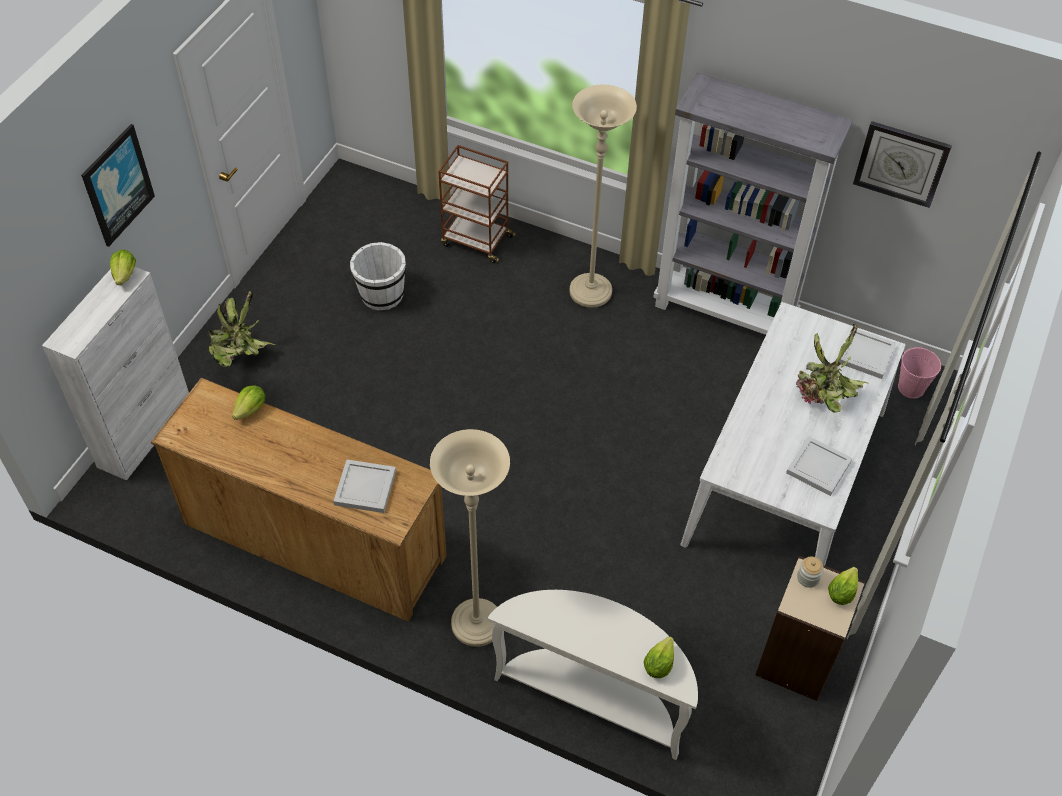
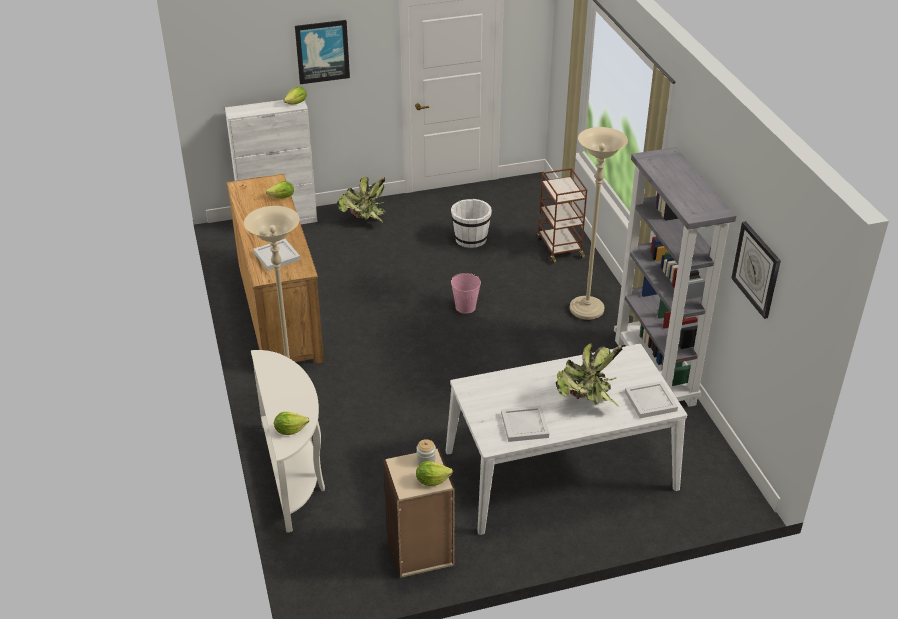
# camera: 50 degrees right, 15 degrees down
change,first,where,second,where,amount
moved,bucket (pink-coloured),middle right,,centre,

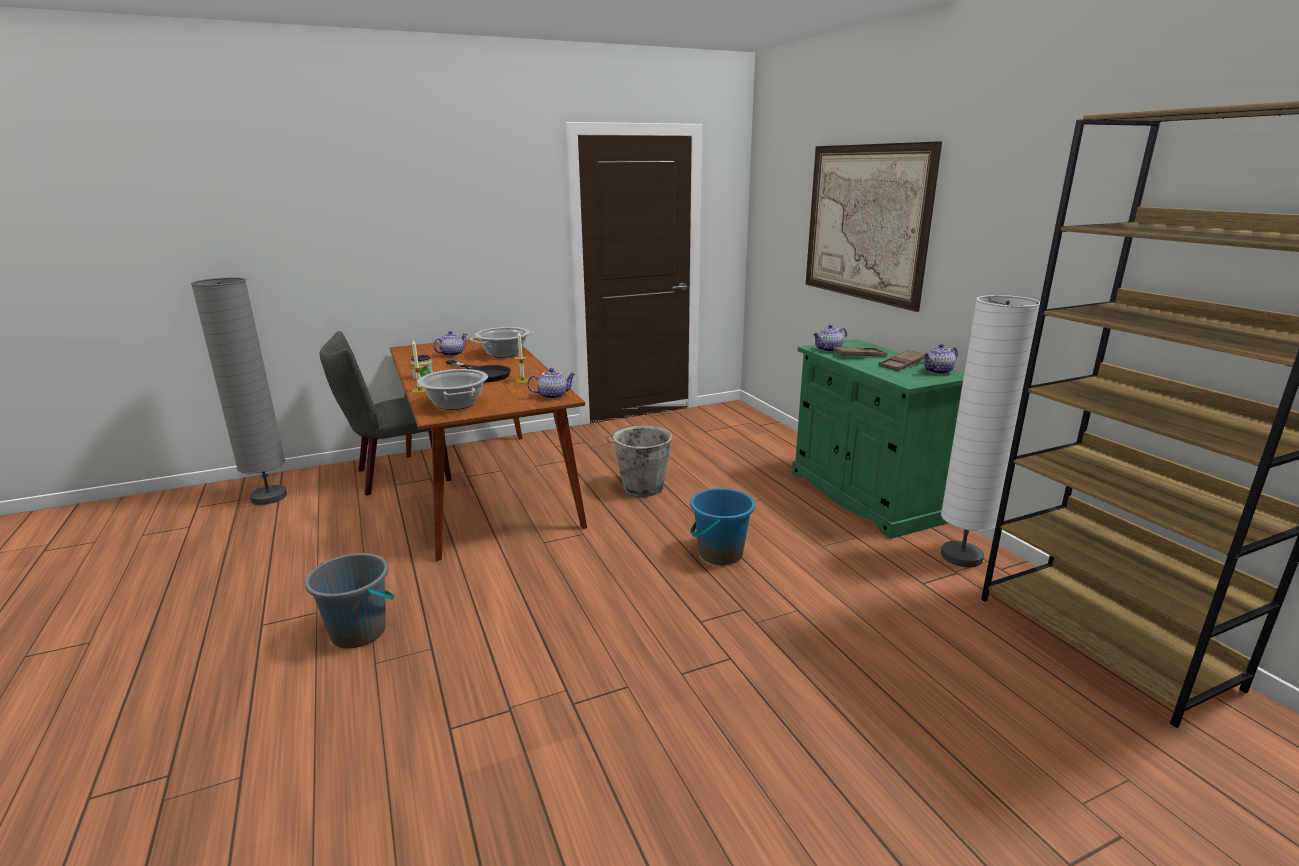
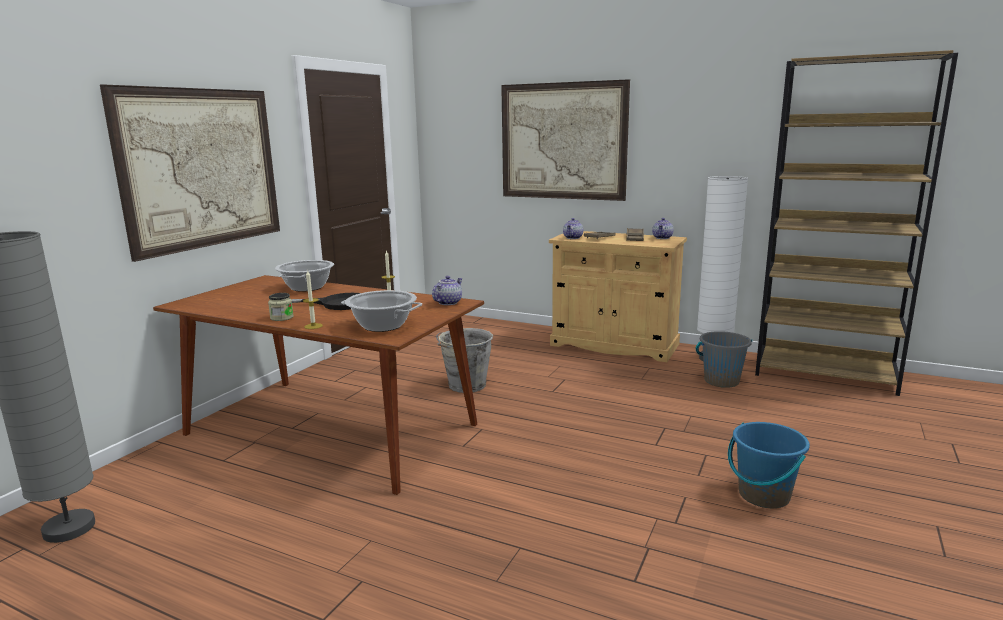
# camera: 40 degrees left, 5 degrees down
change,first,where,second,where,amount
removed,upright chair (gray),middle left,,,
removed,pot for tea (1st from left),centre,,,
recoloured,cabinet (green),middle right,cabinet (beige-coloured),centre,
moved,bucket (bluish),centre,,bottom right,
moved,bucket (gray) (1st from left in the first image),bottom left,bucket (gray) (2nd from left),middle right,
added,,,picture (1st from left),top left,

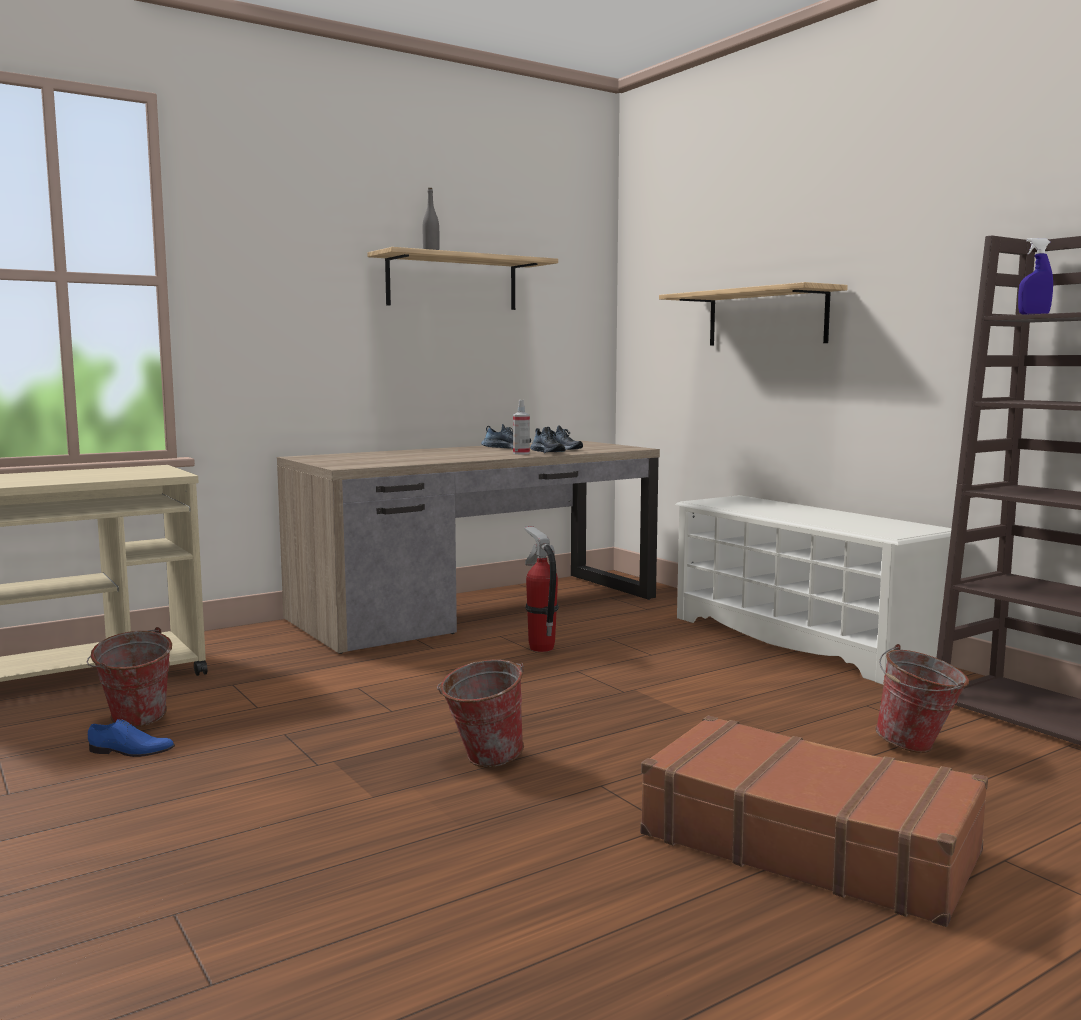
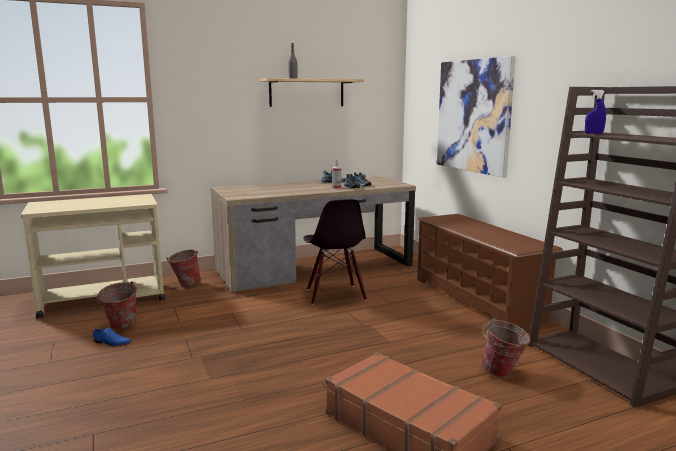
# camera: 10 degrees right, 5 degrees up
change,first,where,second,where,amount
replaced,wall shelf (2nd from left),top right,picture,top right,
recoloured,shoe stand (white-coloured),middle right,shoe stand (brown-coloured),middle right,
replaced,fire-fighting cylinder,centre,upright chair (black),centre,
moved,bucket (2nd from left),bottom centre,,middle left,

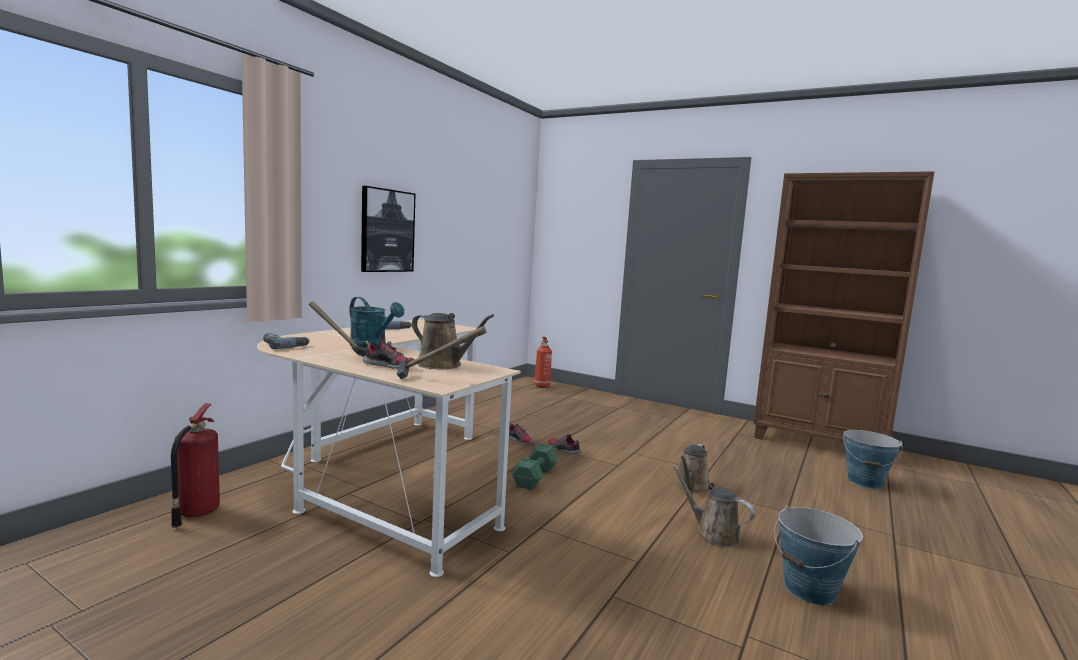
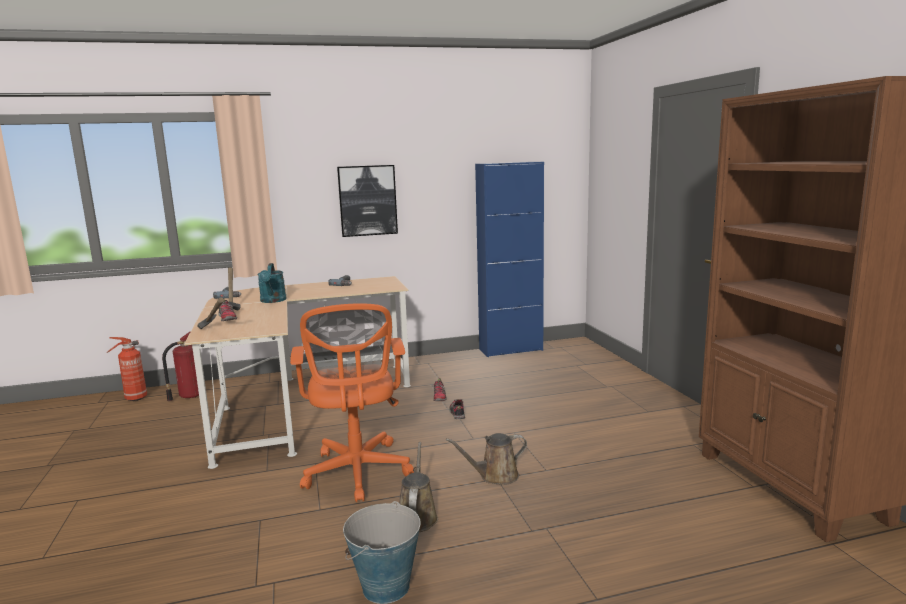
# camera: 45 degrees right, 5 degrees up
change,first,where,second,where,amount
removed,watering can (brown-coloured) (1st from left),centre,,,
moved,fire-fighting cylinder (2nd from left in the first image),centre,fire-fighting cylinder (1st from left),middle left,
removed,bucket (2nd from left),bottom right,,,
removed,dumbbell (green),bottom centre,,,
added,,,cabinet (bluish),centre,
added,,,desk chair (orange),centre,

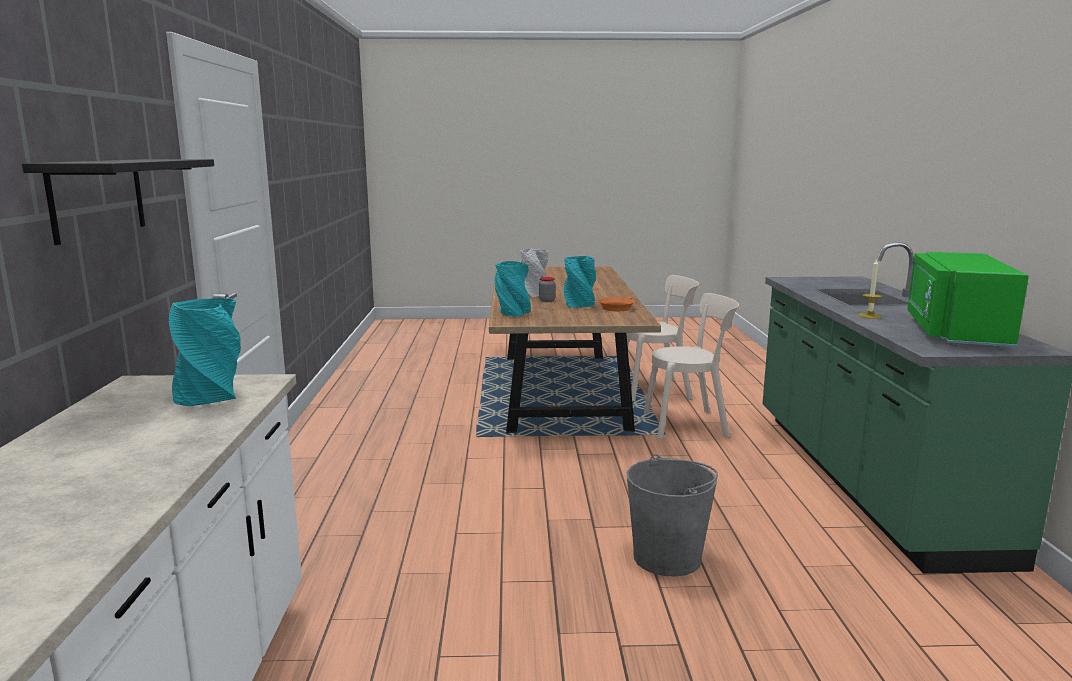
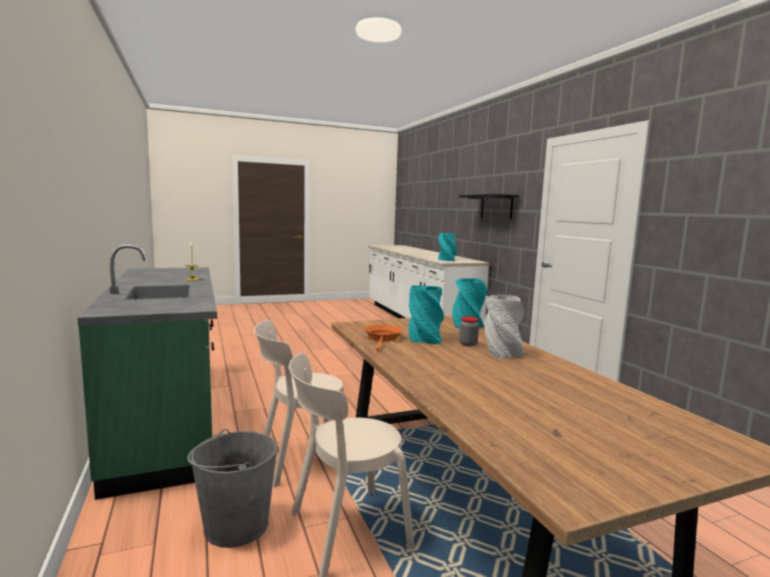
# camera: 160 degrees right, 5 degrees down
change,first,where,second,where,amount
removed,microwave (green),middle right,,,
moved,bucket (gray),bottom centre,,bottom left,

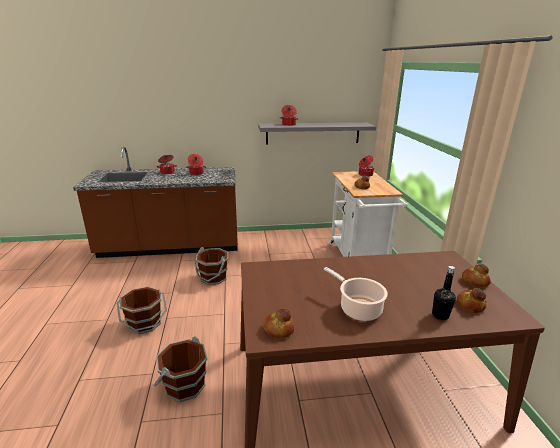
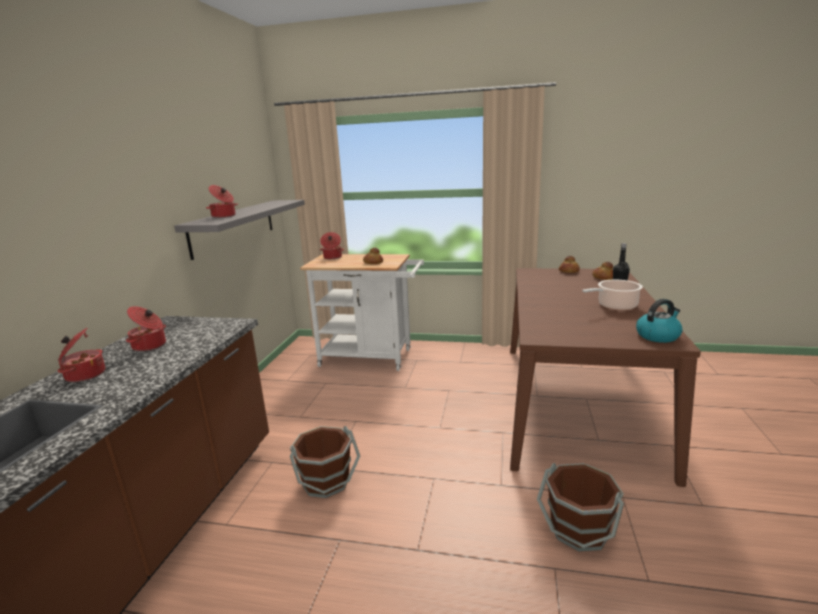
# camera: 70 degrees left, 5 degrees down
change,first,where,second,where,amount
removed,bucket (brown-coloured) (1st from left),bottom left,,,
replaced,bread (1st from left),bottom centre,tea kettle,middle right,

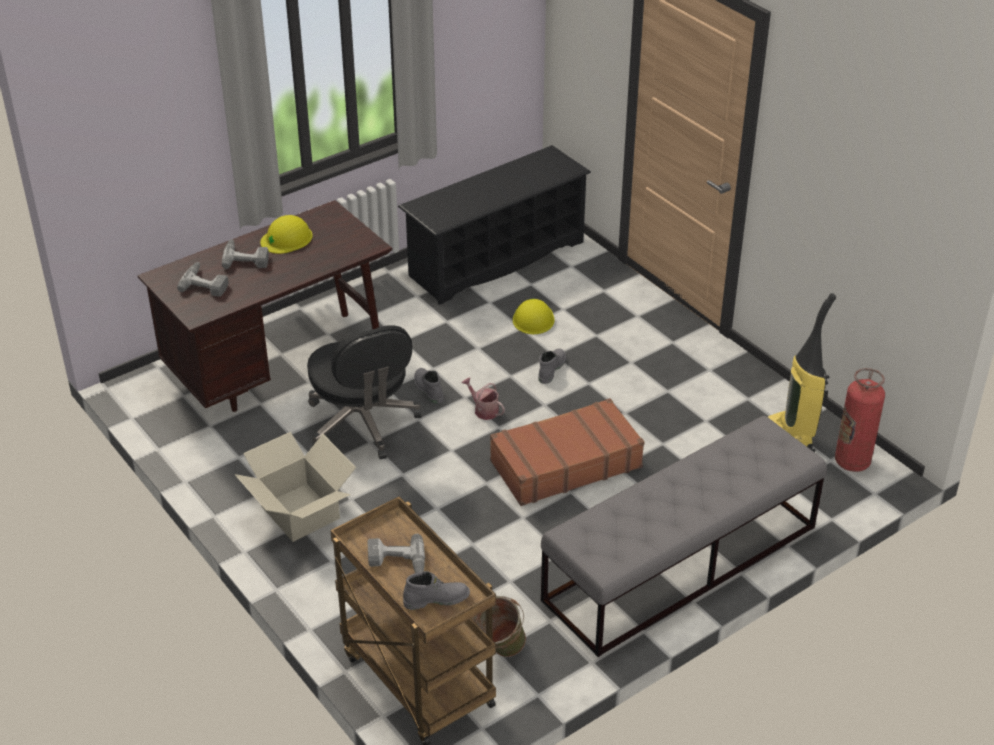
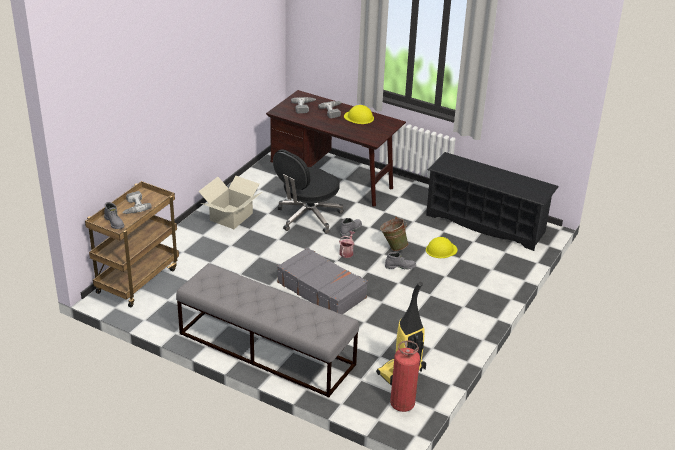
# camera: 65 degrees right, 5 degrees down
change,first,where,second,where,amount
recoloured,suitcase (brown-coloured),centre,suitcase (gray),centre,
moved,bucket (green),bottom centre,,centre,

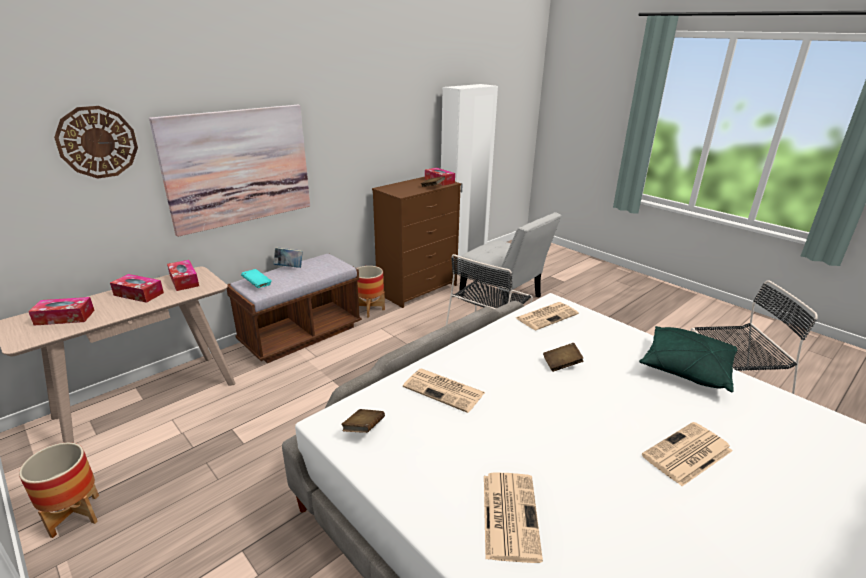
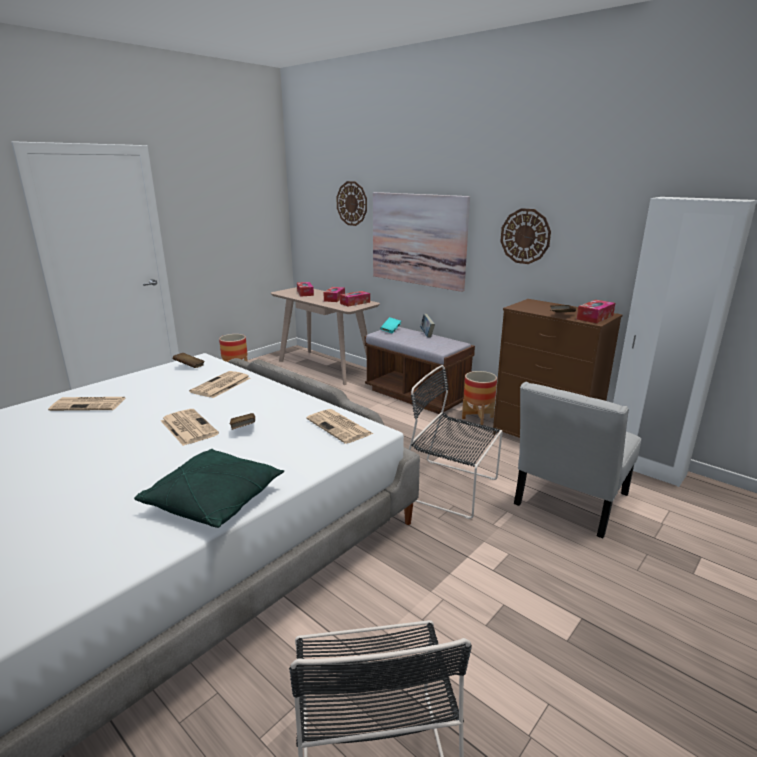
# camera: 85 degrees right, 5 degrees down
change,first,where,second,where,amount
moved,newspaper (4th from left in the first image),bottom right,newspaper (2nd from left),middle left,
added,,,clock on the wall (2nd from left),top right,

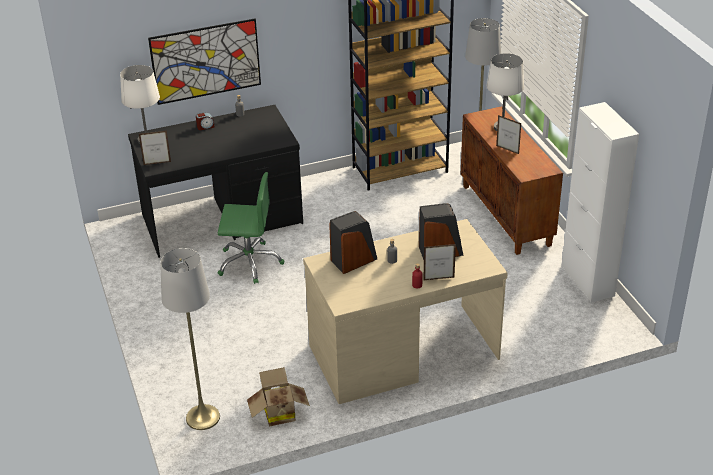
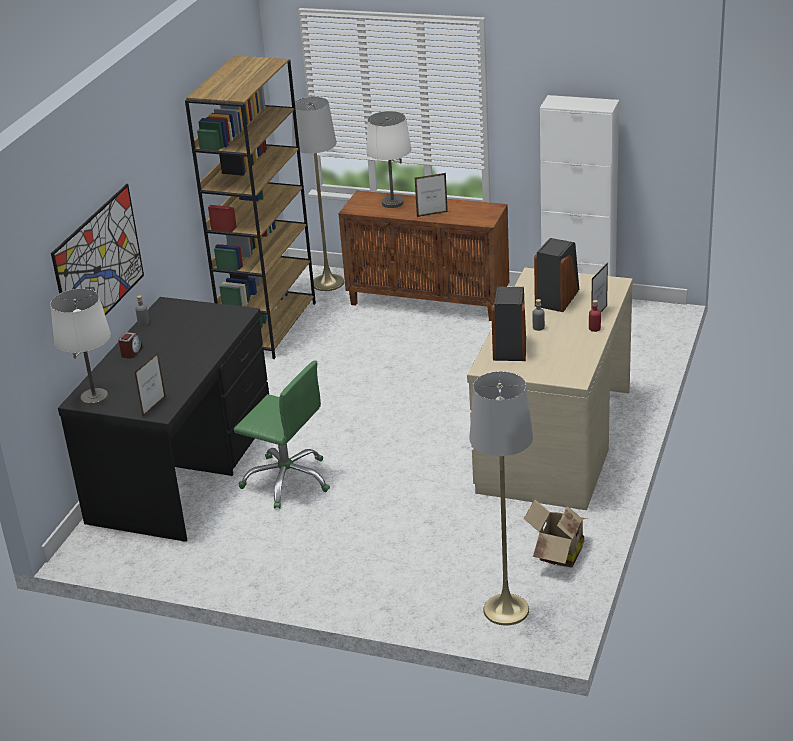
# camera: 50 degrees left, 5 degrees down
change,first,where,second,where,amount
turned,desk chair (green),centre,,centre,75 degrees clockwise

